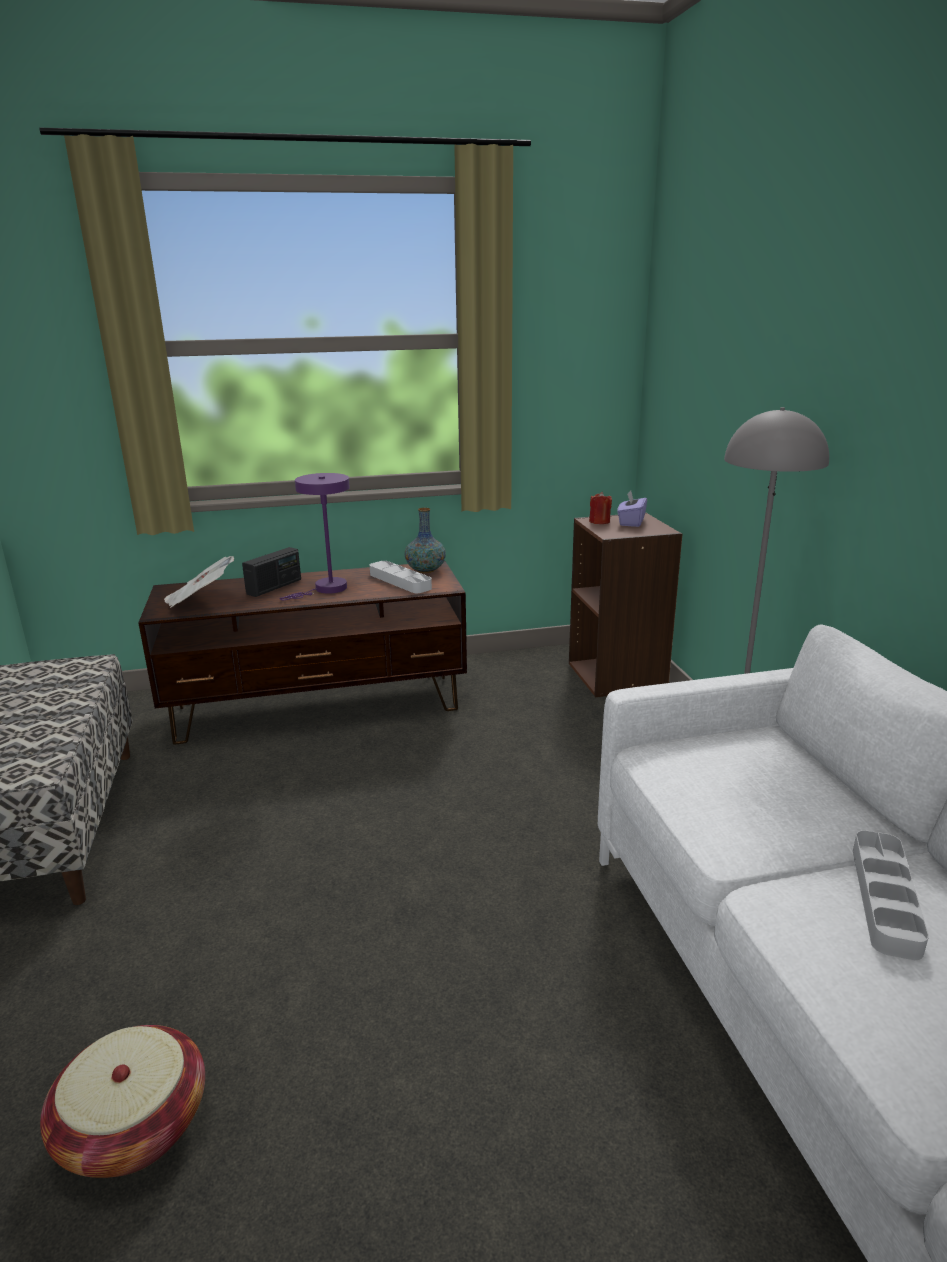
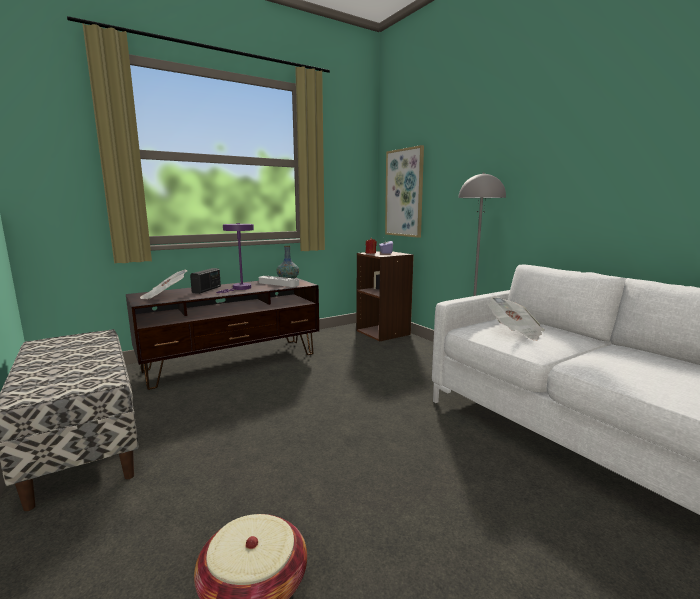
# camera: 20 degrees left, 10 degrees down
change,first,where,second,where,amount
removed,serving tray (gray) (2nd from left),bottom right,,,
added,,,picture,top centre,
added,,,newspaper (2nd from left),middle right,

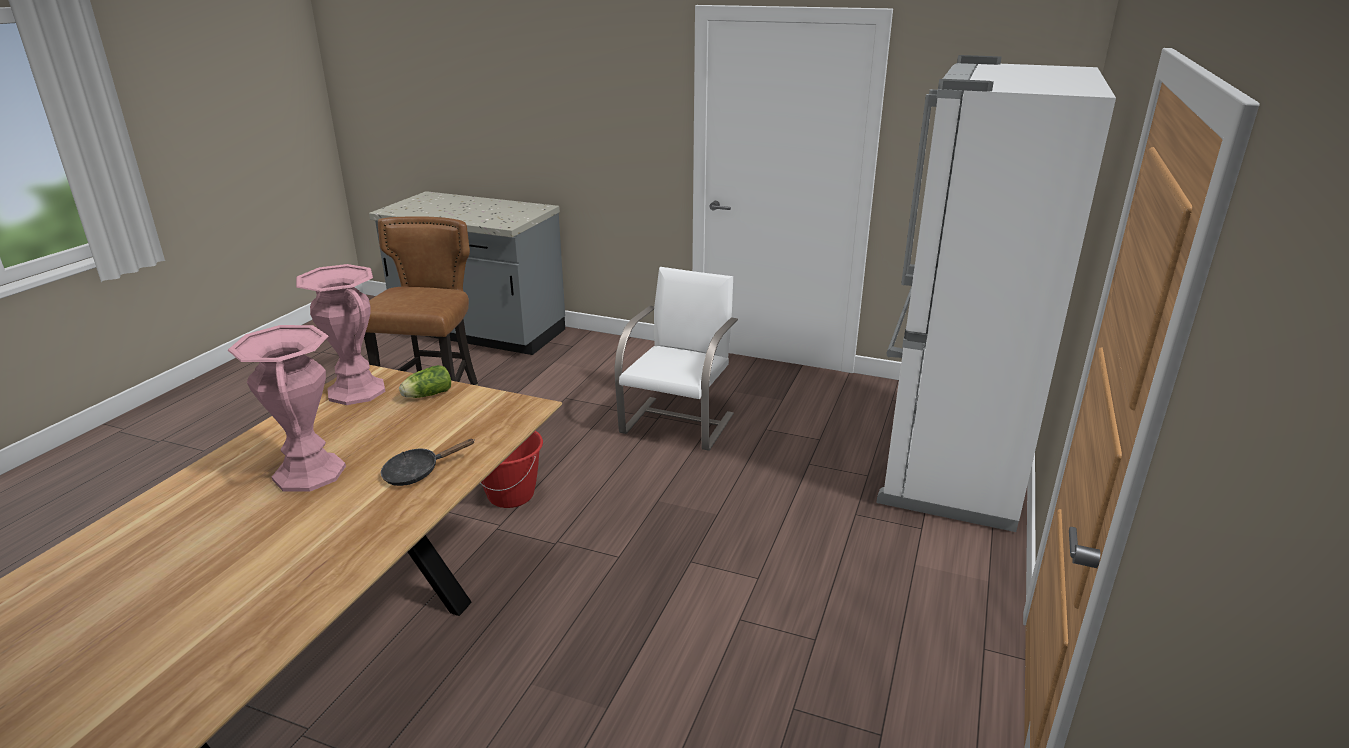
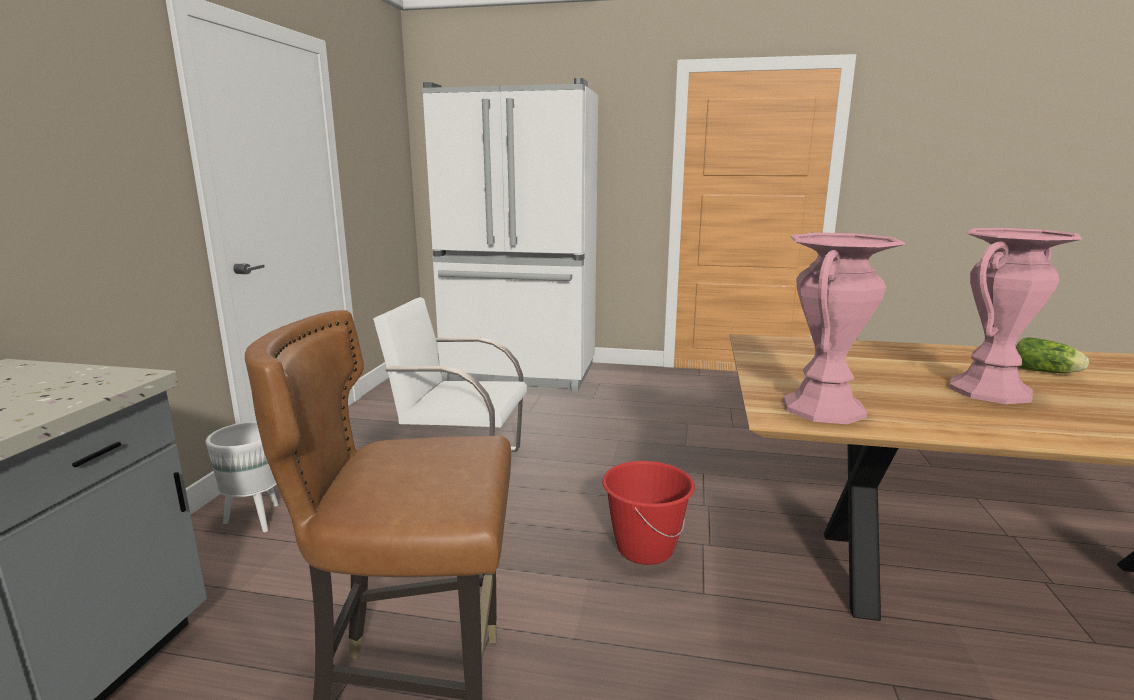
# camera: 100 degrees left, 10 degrees down
change,first,where,second,where,amount
moved,head of lettuce,middle left,,middle right,
removed,pan (black),middle left,,,
added,,,plant pot (white-coloured),bottom left,

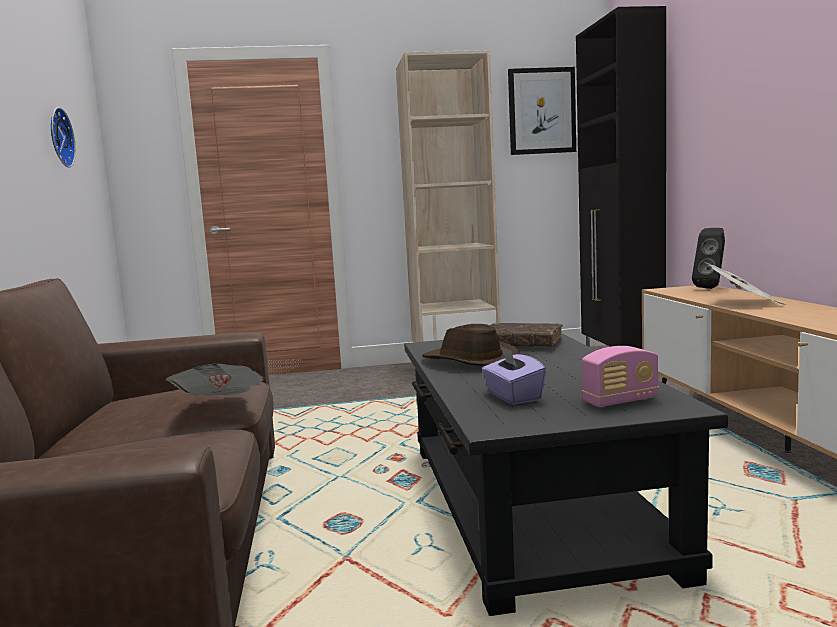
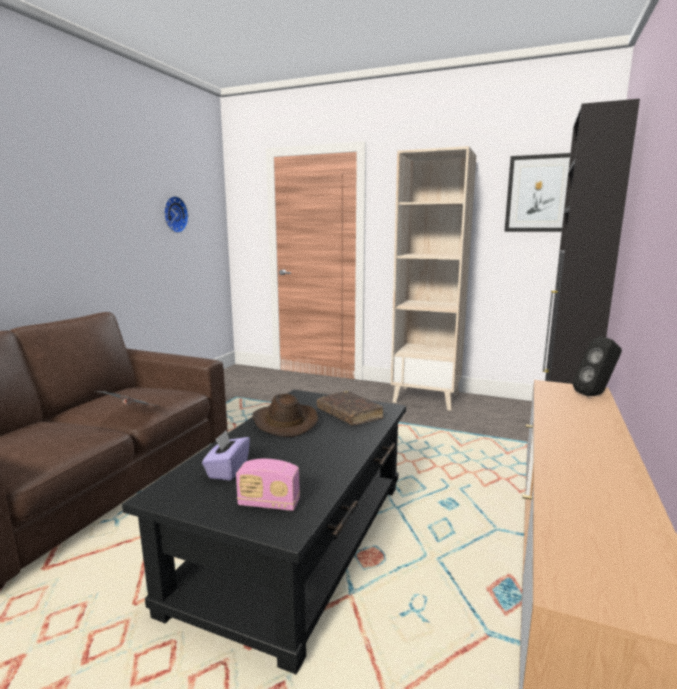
# camera: 30 degrees right, 5 degrees up
change,first,where,second,where,amount
removed,newspaper (2nd from left),middle right,,,

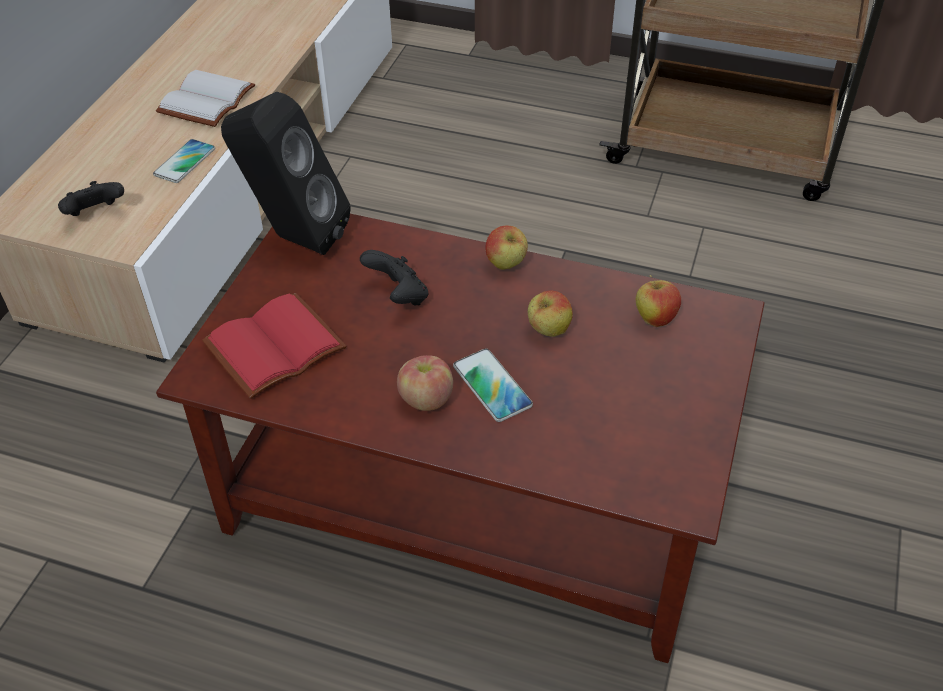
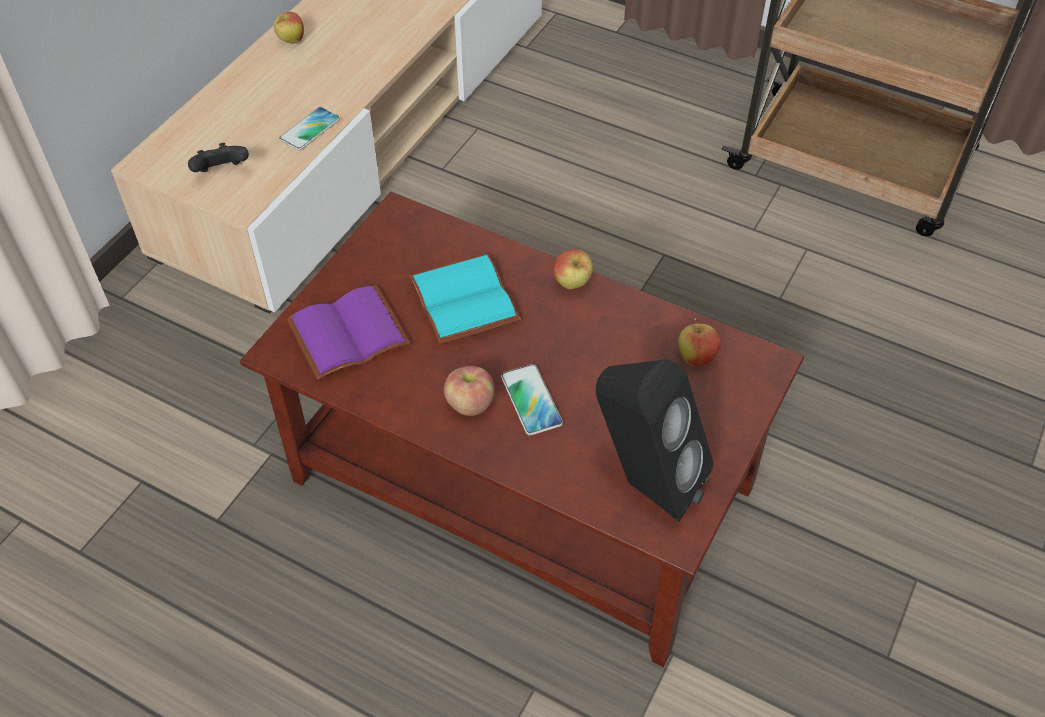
# camera: 10 degrees right, 5 degrees up
change,first,where,second,where,amount
removed,volume (white-coloured),top left,,,
moved,audio speaker (black),top left,,centre,
replaced,joypad (black) (2nd from left),centre,volume (turquoise-coloured),centre,
moved,whole apple (3rd from left in the first image),centre,whole apple (1st from left),top left,
recoloured,volume (reddish),middle left,volume (purplish),middle left,

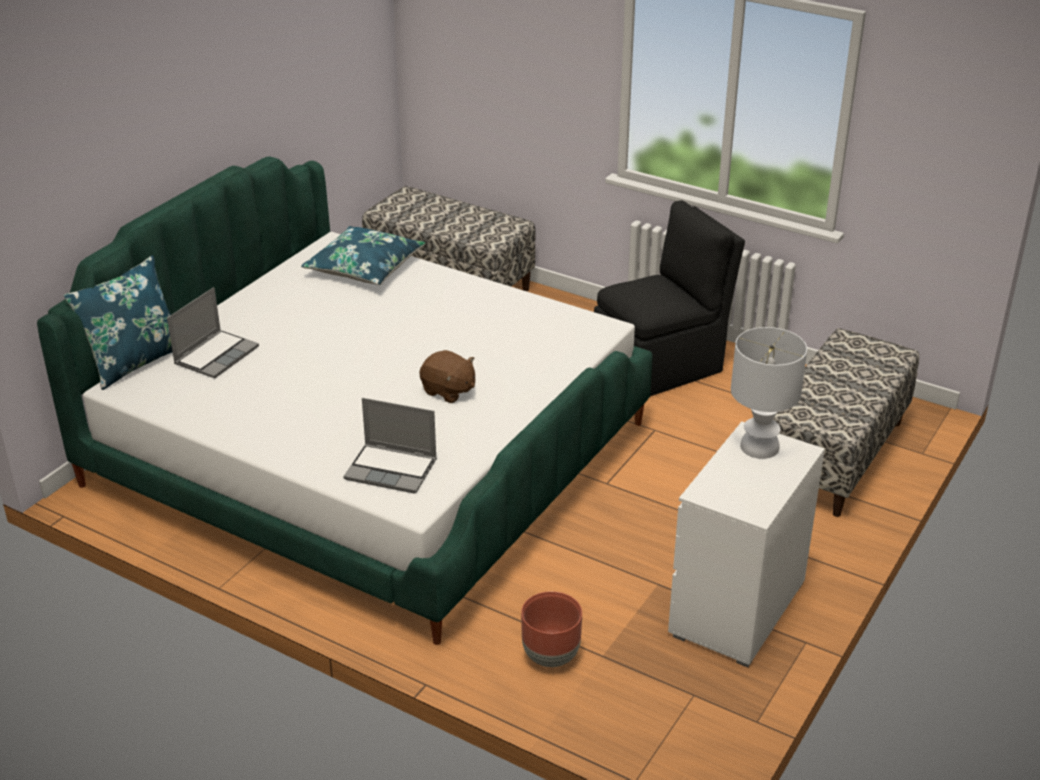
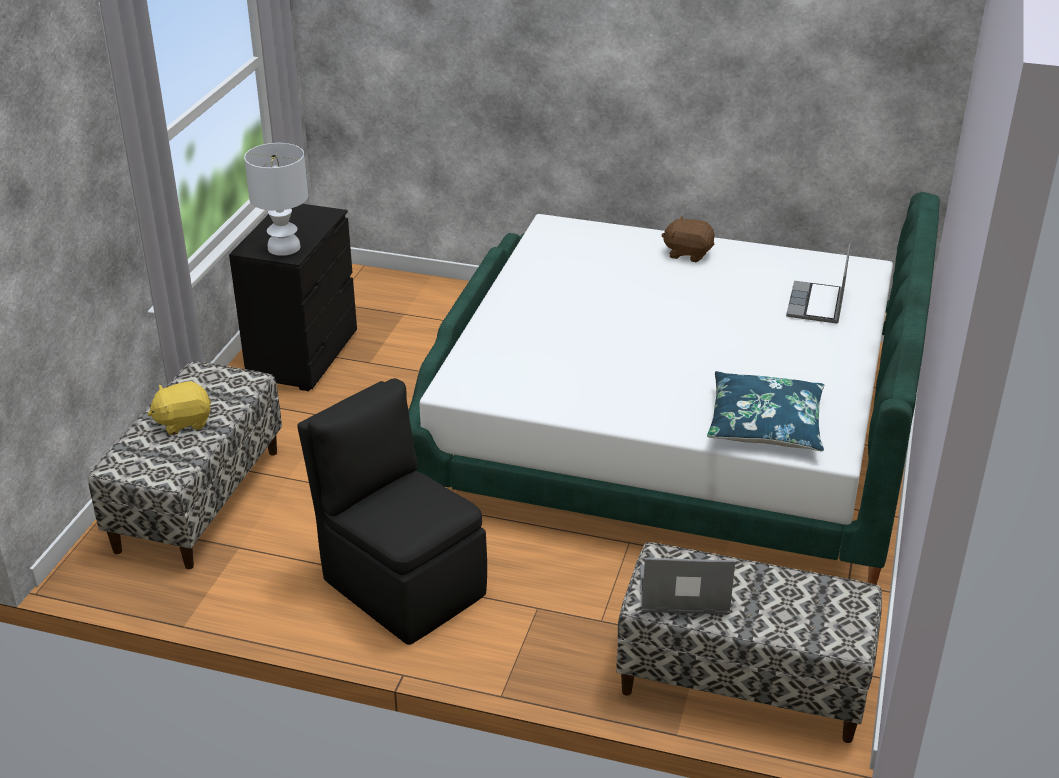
# camera: 165 degrees right, 0 degrees up
change,first,where,second,where,amount
turned,upright chair (black),centre,,centre,90 degrees clockwise
removed,cushion (bluish) (1st from left),middle left,,,
moved,cuddly toy (brown-coloured),centre,,top centre,
moved,laptop (2nd from left in the first image),centre,laptop (1st from left),bottom centre,
recoloured,dresser (white-coloured),bottom right,dresser (black),middle left,
removed,plant pot (brown-coloured),bottom centre,,,
added,,,cuddly toy (yellow-coloured),middle left,

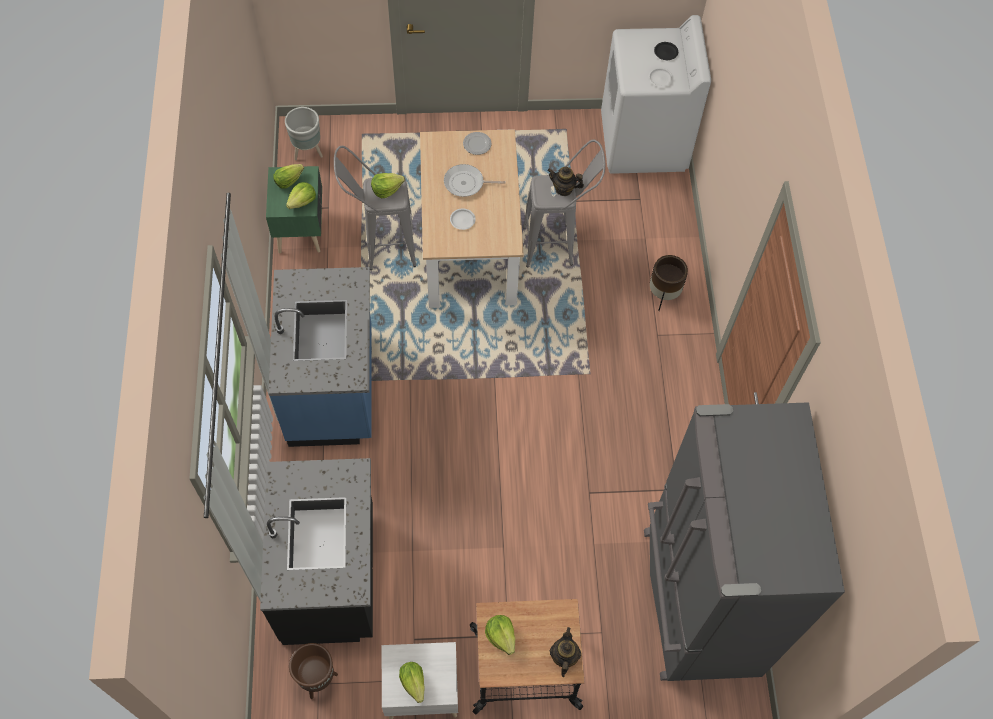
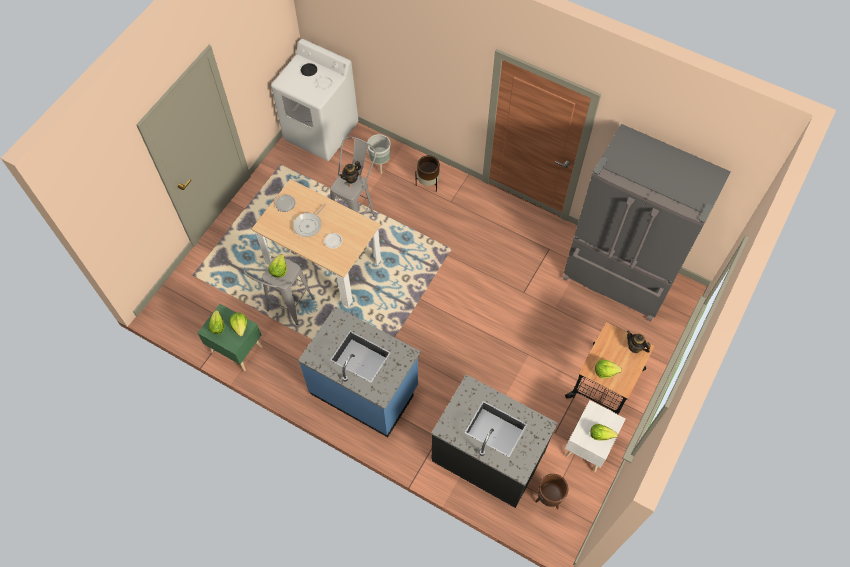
# camera: 55 degrees left, 0 degrees up
change,first,where,second,where,amount
moved,plant pot (gray),top left,,top centre,

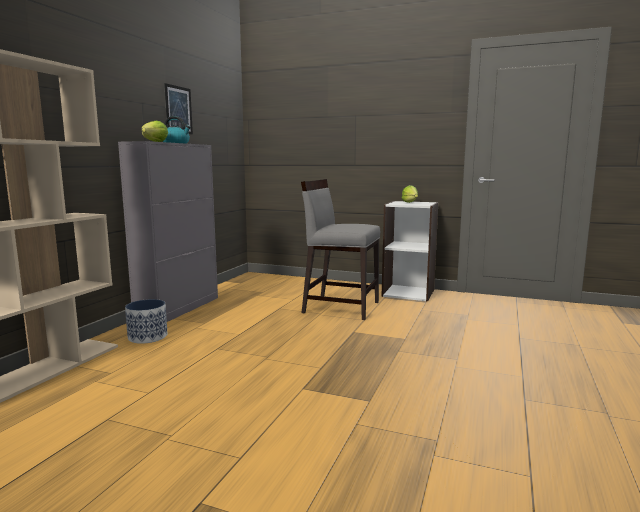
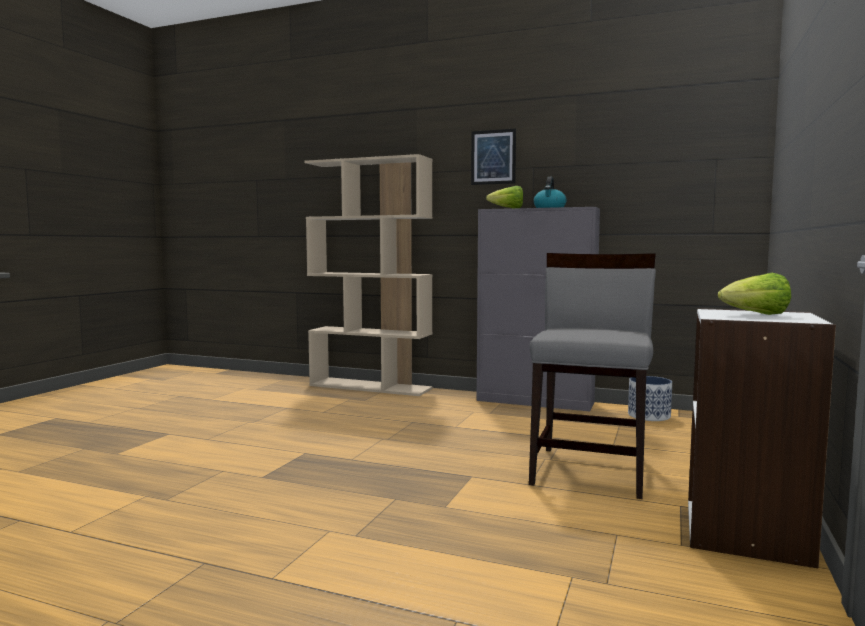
# camera: 90 degrees right, 5 degrees down
change,first,where,second,where,amount
moved,picture,top left,,top centre,
moved,plant pot,middle left,,middle right,

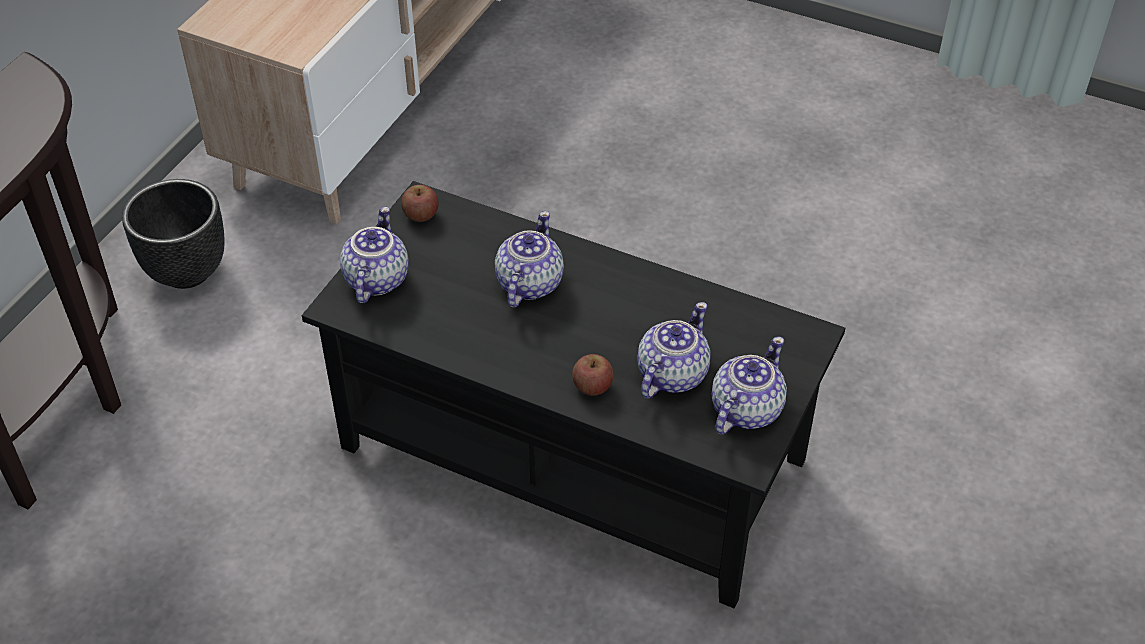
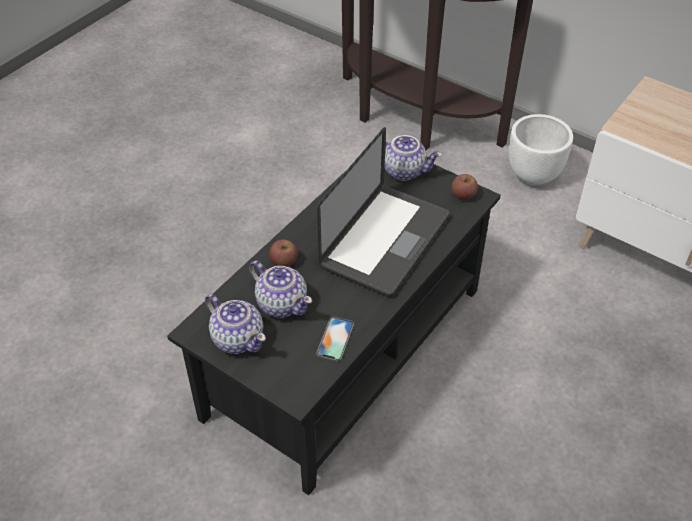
# camera: 100 degrees right, 0 degrees up
change,first,where,second,where,amount
recoloured,plant pot (black),middle left,plant pot (white-coloured),top right,
replaced,pot for tea (2nd from left),centre,laptop,centre,
added,,,phone,centre,

